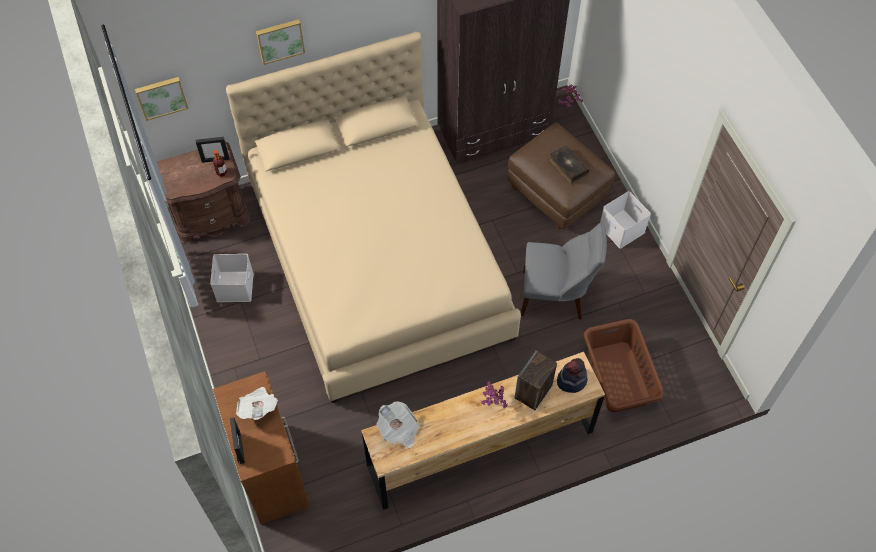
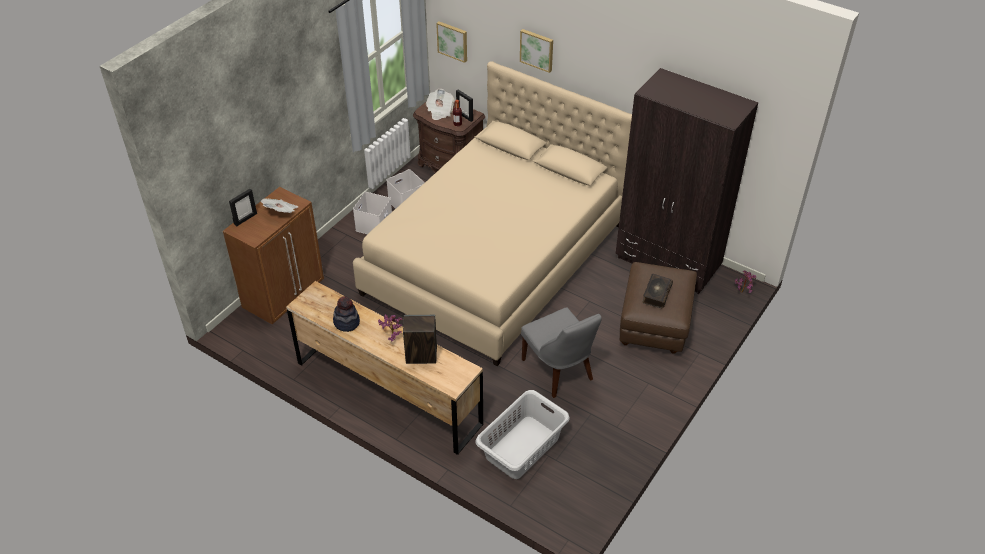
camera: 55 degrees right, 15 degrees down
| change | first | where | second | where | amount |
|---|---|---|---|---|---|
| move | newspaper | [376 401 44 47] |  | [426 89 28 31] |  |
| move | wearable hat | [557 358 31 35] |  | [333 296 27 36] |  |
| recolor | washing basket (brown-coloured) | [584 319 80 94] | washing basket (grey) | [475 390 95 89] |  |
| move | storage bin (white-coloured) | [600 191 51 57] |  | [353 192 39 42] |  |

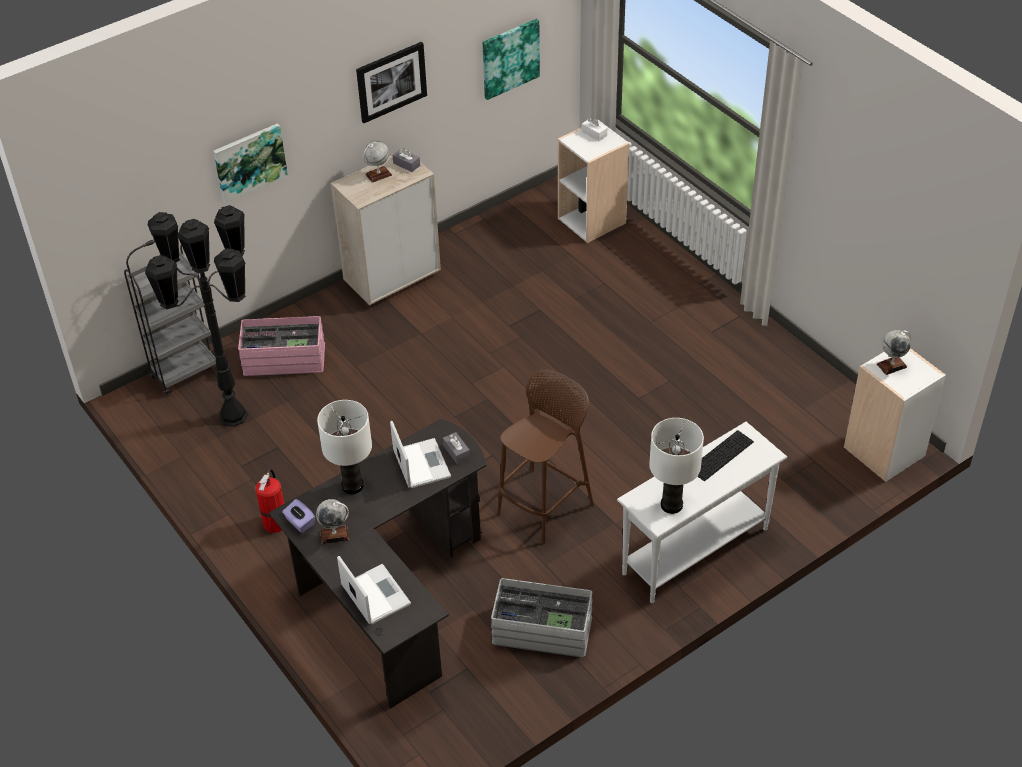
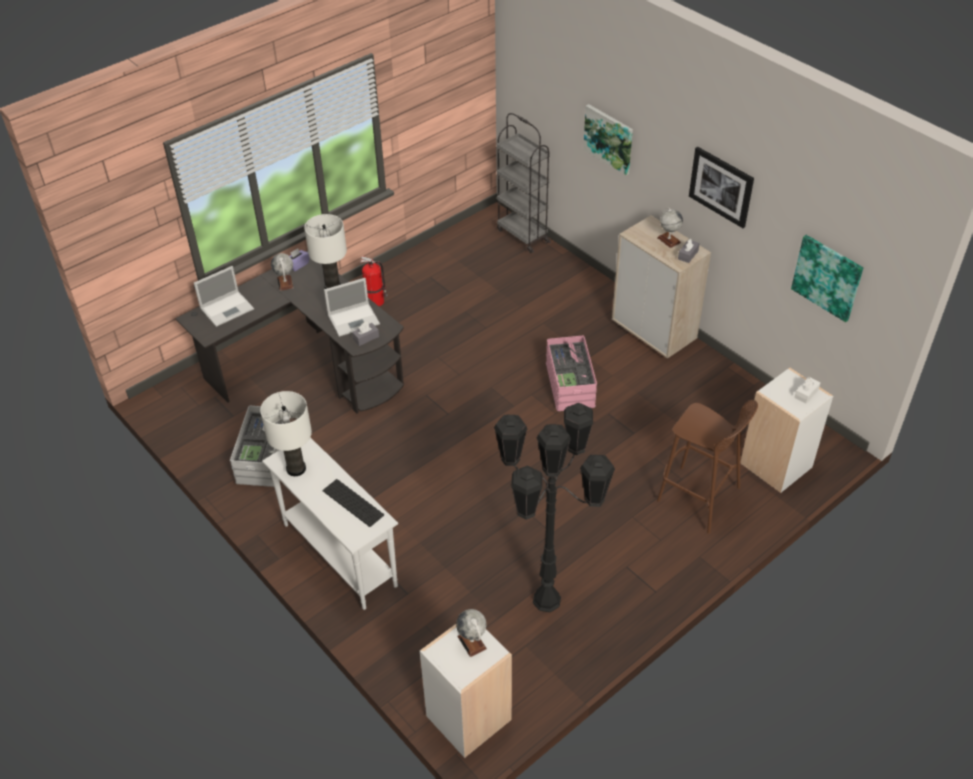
camera: 85 degrees right, 0 degrees up
| change | first | where | second | where | amount |
|---|---|---|---|---|---|
| move | standing lamp (black-coloured) | [145 205 103 222] |  | [494 403 121 209] |  |
| move | storage bin (pinkish) | [238 316 87 60] |  | [546 336 51 75] |  |
| move | stool seat (brown-coloured) | [497 370 97 174] |  | [657 400 101 134] |  |

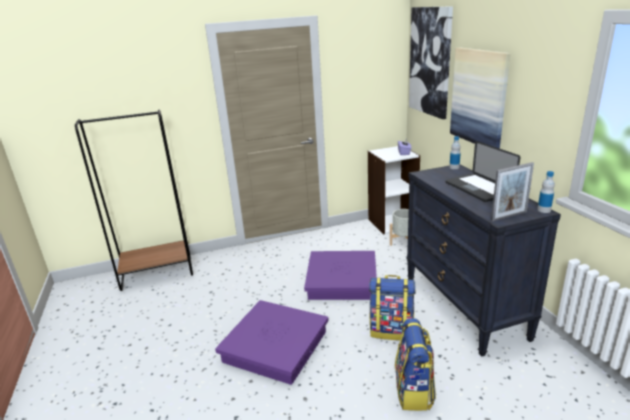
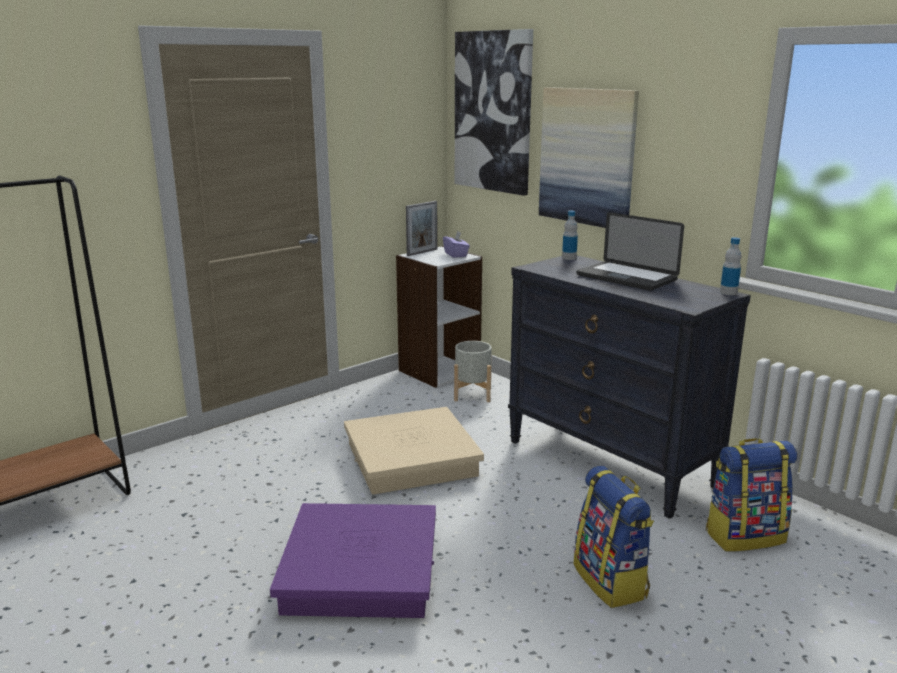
camera: 25 degrees left, 5 degrees down
| change | first | where | second | where | amount |
|---|---|---|---|---|---|
| recolor | storage bin (purple) | [304 251 73 49] | storage bin (beige-coloured) | [344 407 140 88] |  |
| move | backpack | [369 275 47 66] |  | [706 438 91 114] |  |
| move | picture frame | [491 162 43 60] |  | [406 201 32 55] |  |

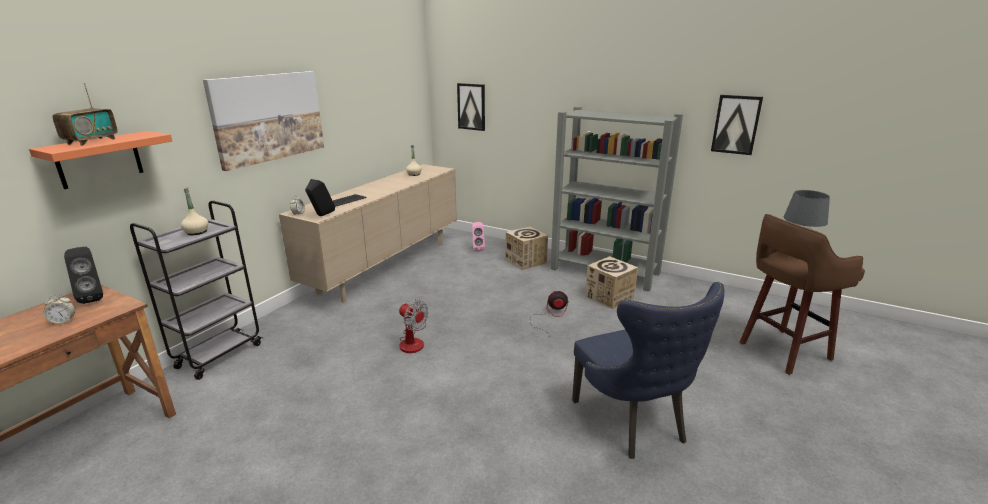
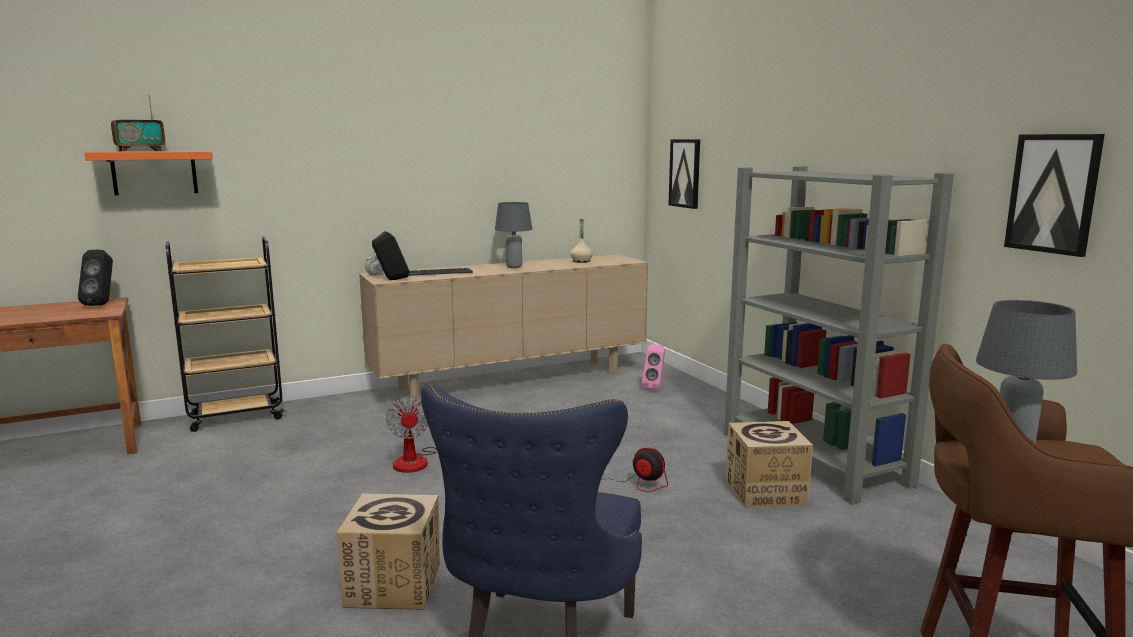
camera: 35 degrees right, 10 degrees down
| change | first | where | second | where | amount |
|---|---|---|---|---|---|
| delete | alarm clock | [44 294 31 31] |  |  |  |
| recolor | trolley (grey) | [130 201 134 179] | trolley (brown-coloured) | [166 236 119 196] |  |
| delete | drink bottle (beige-coloured) | [181 187 27 48] |  |  |  |
| delete | wall picture | [203 71 121 100] |  |  |  |
| move | carton | [505 226 43 44] |  | [337 494 103 116] |  |
| insert |  |  | tabletop lamp (grey) | [495 202 37 66] |  |

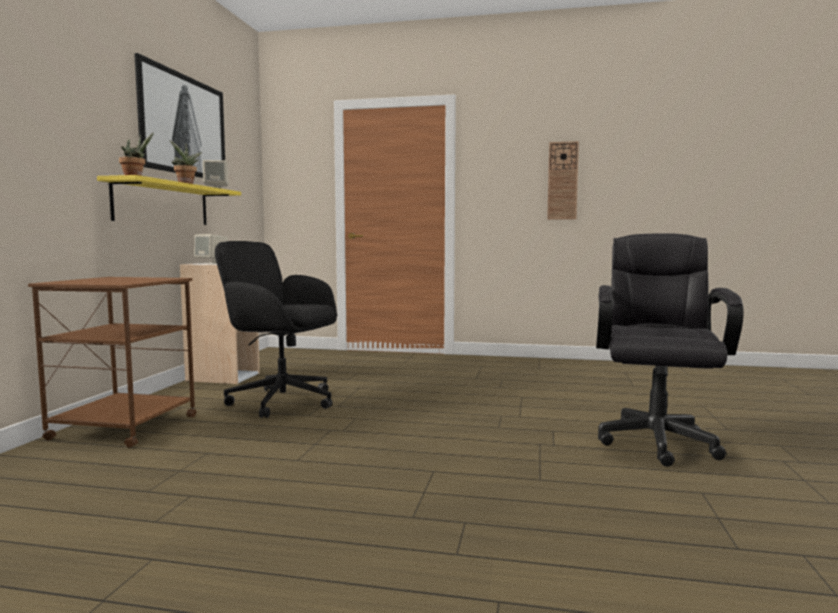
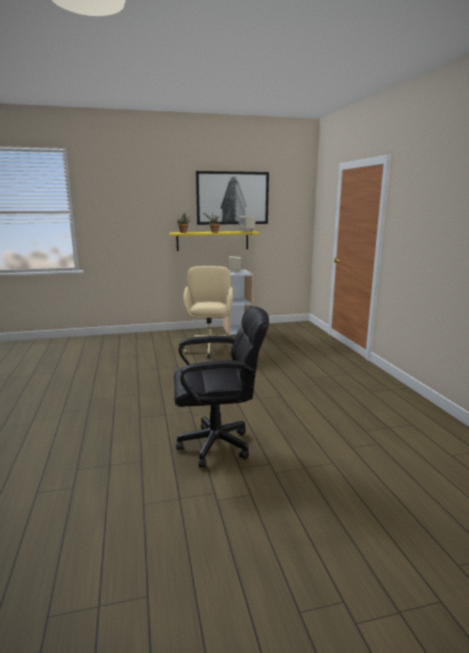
camera: 65 degrees right, 10 degrees up
| change | first | where | second | where | amount |
|---|---|---|---|---|---|
| delete | trolley (brown-coloured) | [28 277 169 171] |  |  |  |
| recolor | desk chair (black-coloured) | [215 241 122 177] | desk chair (beige-coloured) | [182 266 51 93] |  |
| delete | clock on the wall | [547 141 32 79] |  |  |  |

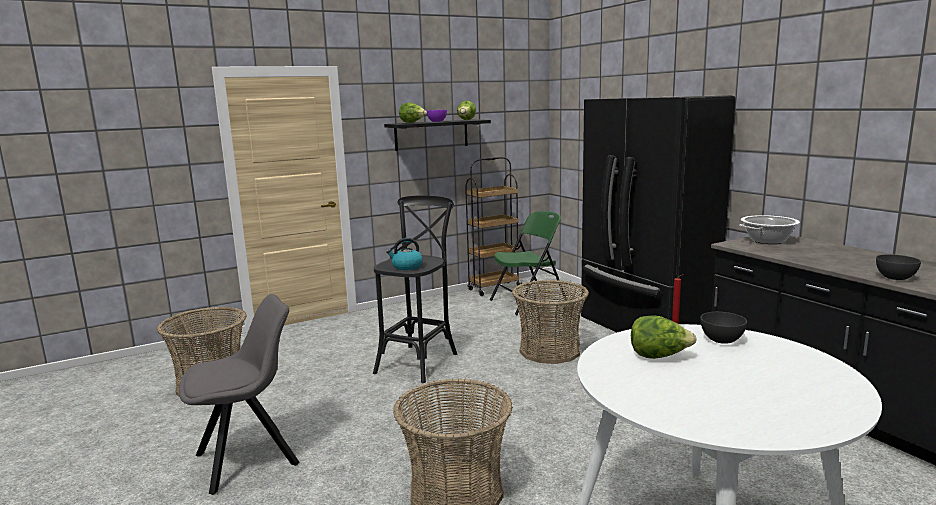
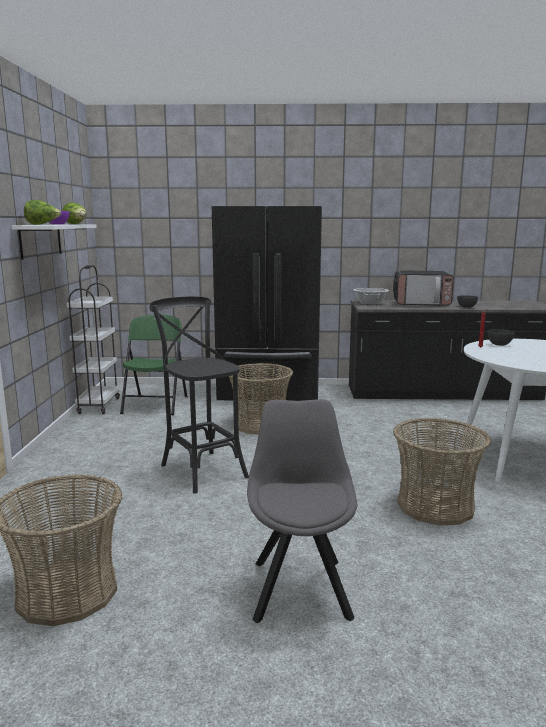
camera: 60 degrees left, 0 degrees up
| change | first | where | second | where | amount |
|---|---|---|---|---|---|
| recolor | bracket shelf (black-coloured) | [384 119 107 32] | bracket shelf (white-coloured) | [12 224 85 36] |  |
| delete | water kettle | [386 238 37 32] |  |  |  |
| recolor | trolley (brown-coloured) | [465 157 57 139] | trolley (white-coloured) | [67 265 53 149] |  |
| delete | head of lettuce | [631 315 66 44] |  |  |  |
| insert |  |  | microwave oven | [393 271 61 35] |  |

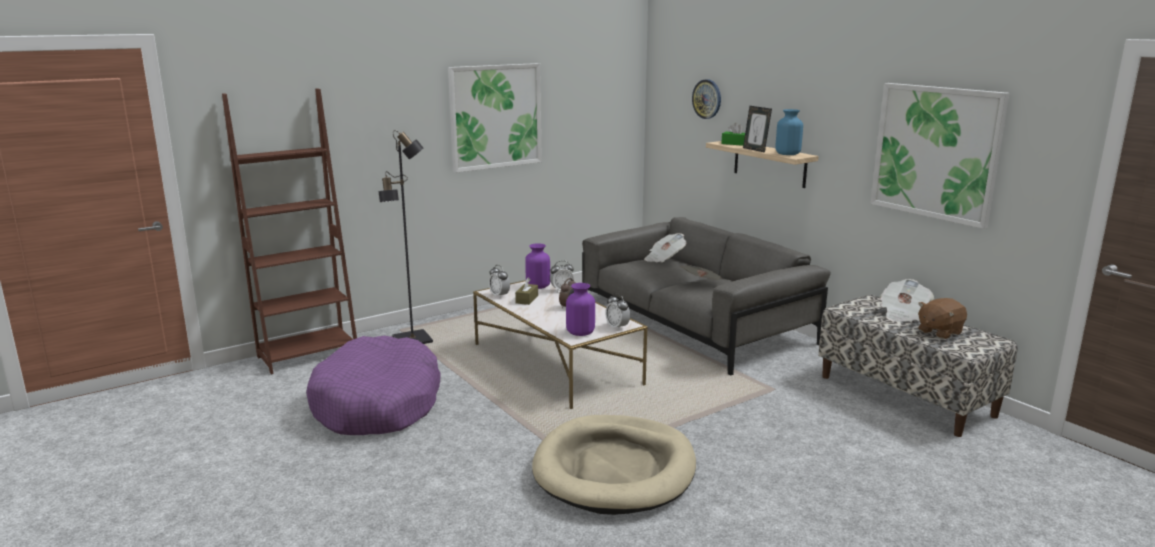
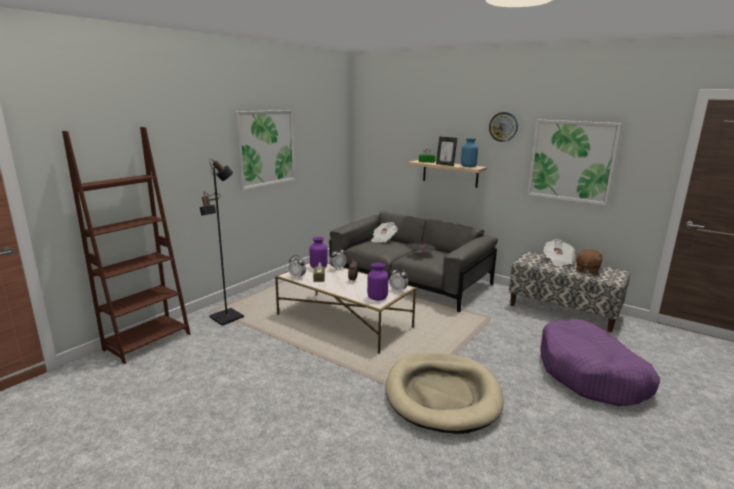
camera: 20 degrees left, 0 degrees up
| change | first | where | second | where | amount |
|---|---|---|---|---|---|
| move | dog bed (purple) | [306 336 135 99] |  | [540 319 120 87] |  |
| move | clock on the wall | [692 79 29 40] |  | [489 112 29 30] |  |

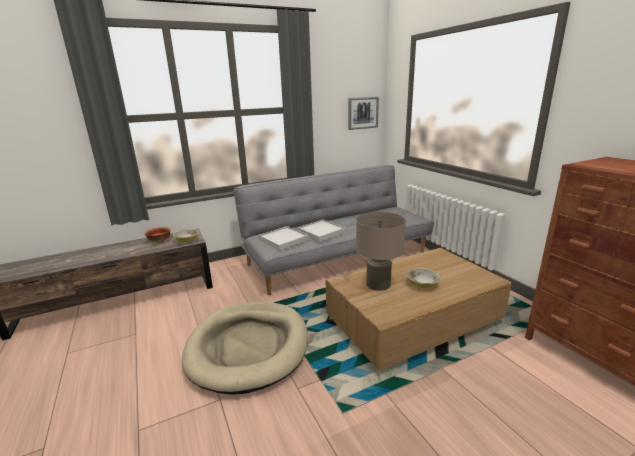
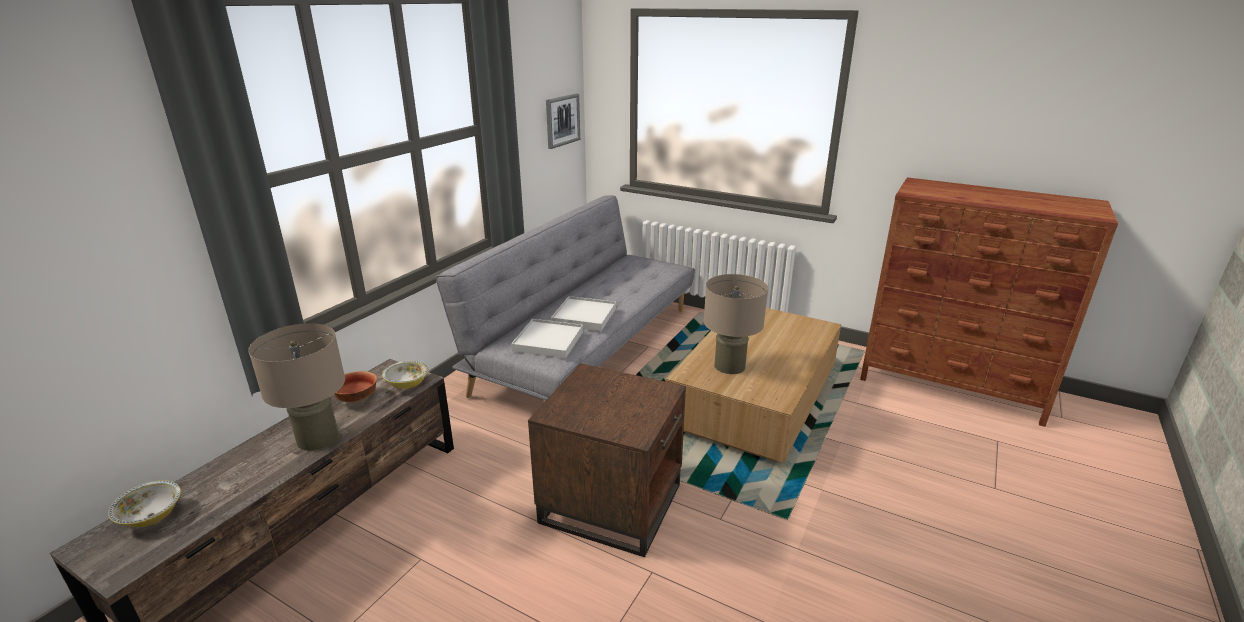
camera: 35 degrees left, 5 degrees up
| change | first | where | second | where | amount |
|---|---|---|---|---|---|
| replace | dog bed (beige-coloured) | [182 302 126 93] | end table (brown-coloured) | [528 363 158 194] |  |
| move | bowl | [407 268 33 20] |  | [108 480 73 48] |  |
| insert |  |  | tabletop lamp (beige-coloured) | [248 323 97 128] |  |

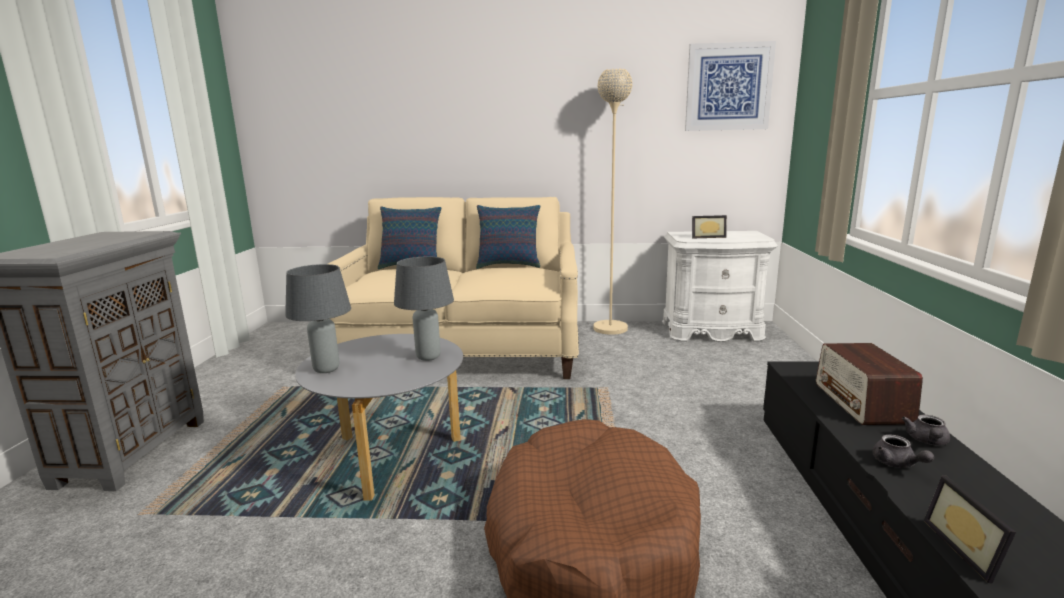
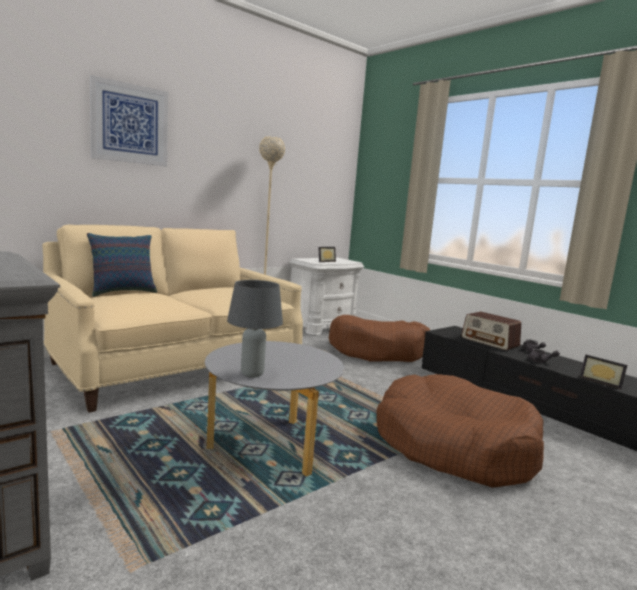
camera: 45 degrees left, 5 degrees down
| change | first | where | second | where | amount |
|---|---|---|---|---|---|
| delete | tabletop lamp (grey) | [394 257 60 104] |  |  |  |
| delete | cushion (blue) | [476 205 64 64] |  |  |  |
| move | wall picture | [685 41 91 90] |  | [90 75 78 91] |  |
| insert |  |  | dog bed (brown-coloured) | [329 315 101 47] |  |

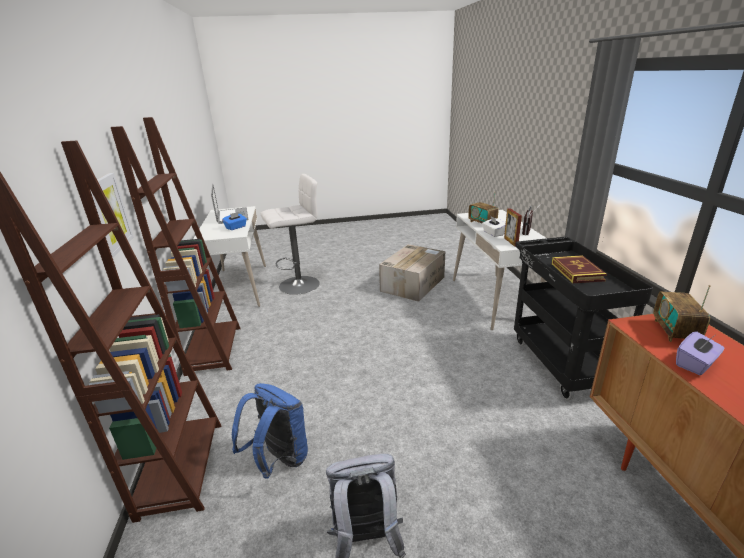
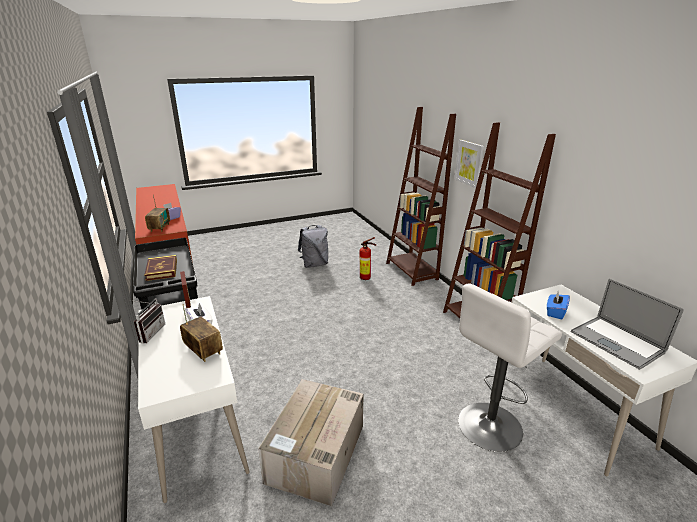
camera: 165 degrees right, 0 degrees up
| change | first | where | second | where | amount |
|---|---|---|---|---|---|
| replace | backpack (blue) | [232 383 76 96] | extinguisher | [360 237 16 43] |  |

